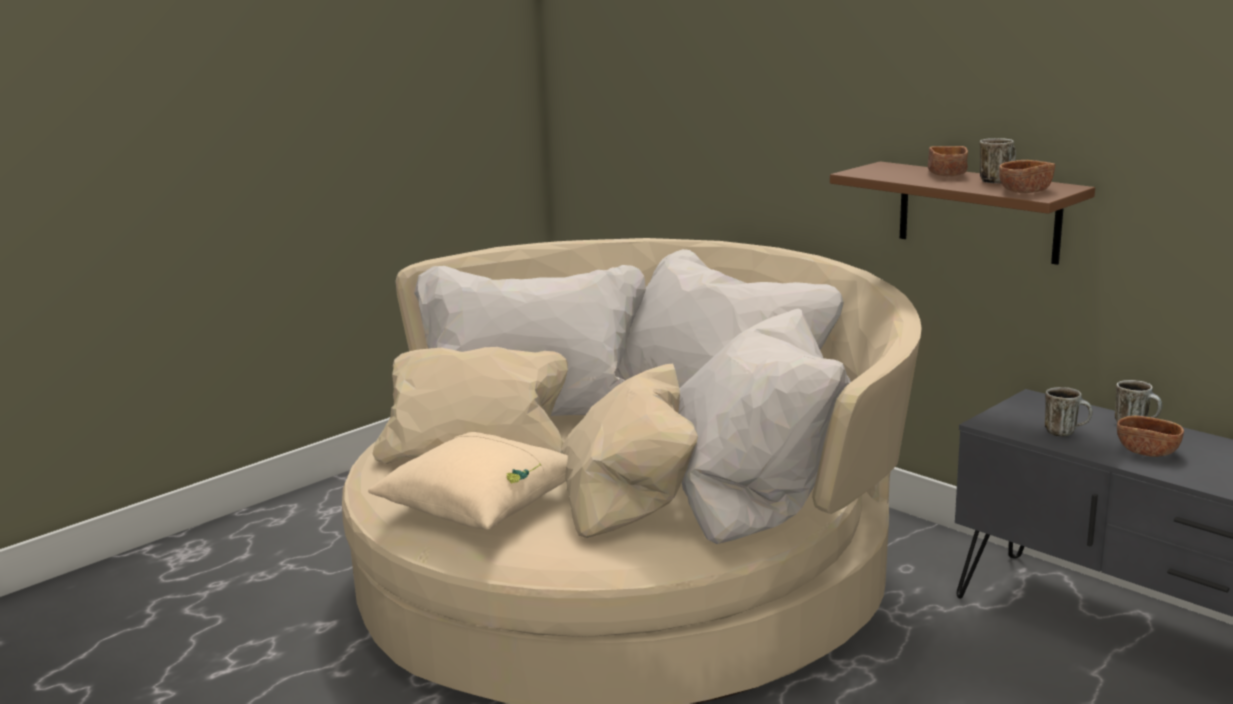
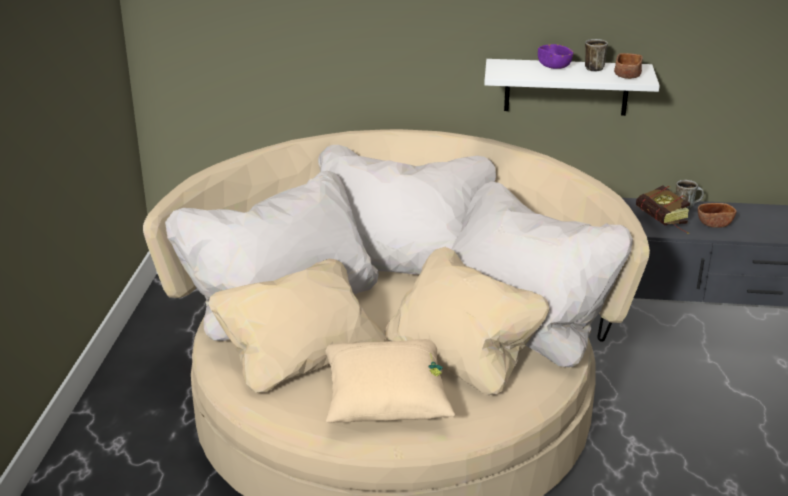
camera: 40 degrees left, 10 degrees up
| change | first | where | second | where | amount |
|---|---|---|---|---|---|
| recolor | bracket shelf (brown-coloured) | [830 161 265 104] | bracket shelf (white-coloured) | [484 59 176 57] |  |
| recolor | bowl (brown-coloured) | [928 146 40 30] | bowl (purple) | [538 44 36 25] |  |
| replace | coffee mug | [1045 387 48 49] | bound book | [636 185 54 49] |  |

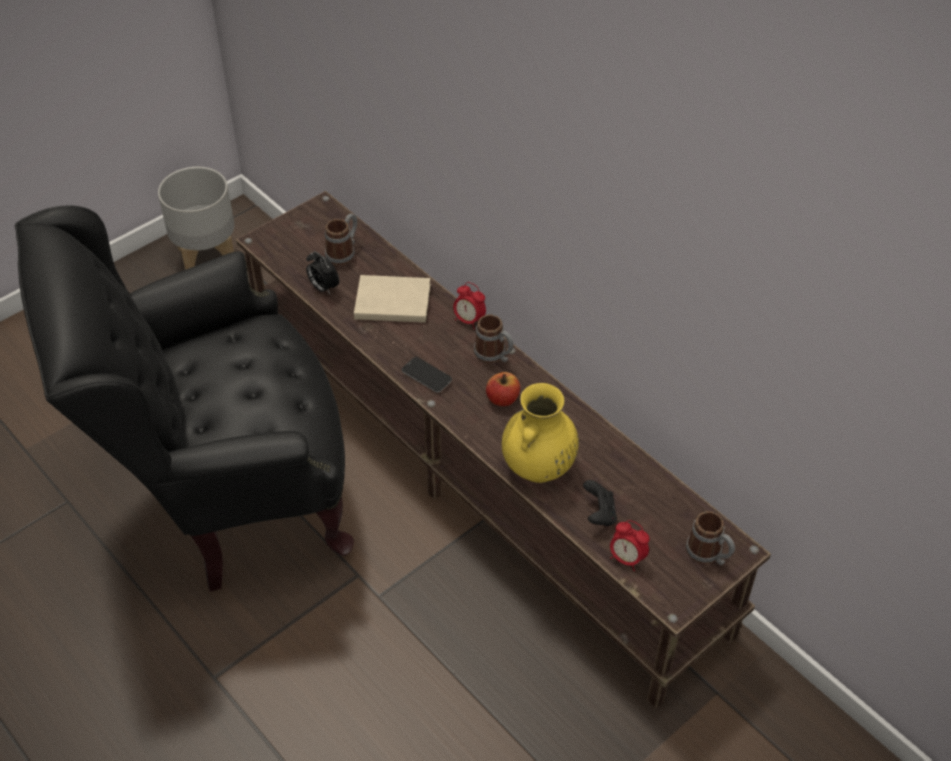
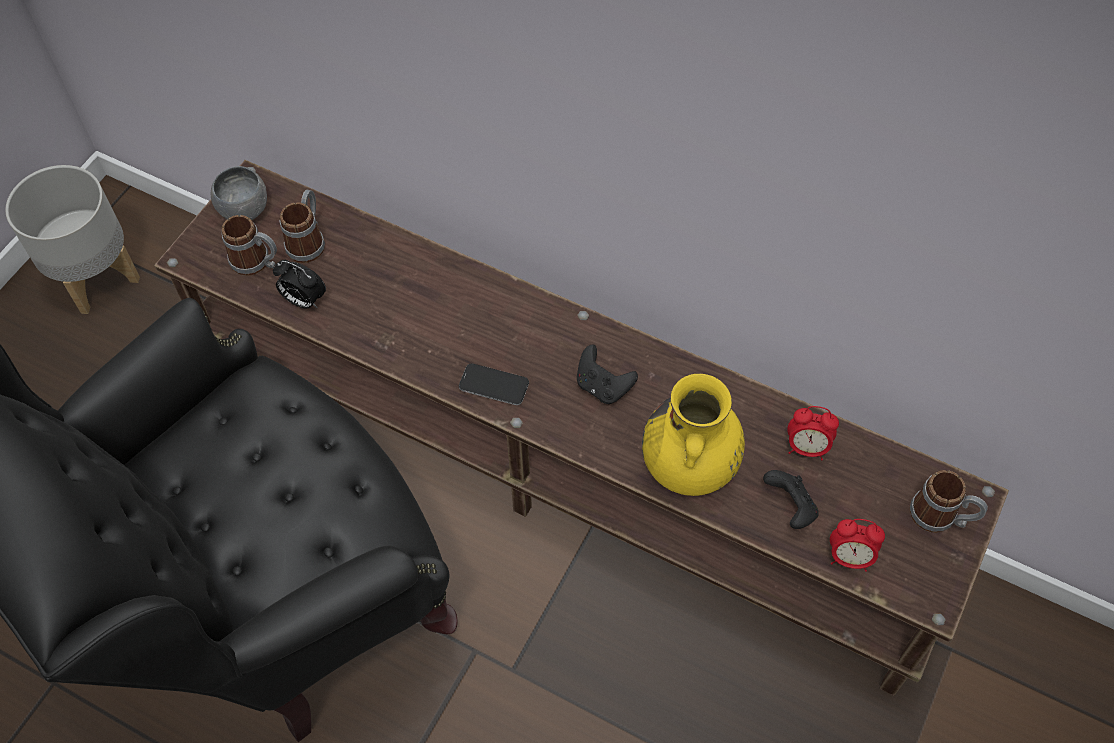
camera: 20 degrees left, 10 degrees up
| change | first | where | second | where | amount |
|---|---|---|---|---|---|
| delete | bound book (beige-coloured) | [354 275 77 48] |  |  |  |
| move | alarm clock | [453 282 33 48] |  | [787 406 52 54] |  |
| move | coffee mug | [474 314 40 49] |  | [222 215 55 61] |  |
| replace | whole apple | [486 372 34 34] | joypad (black-coloured) | [577 345 61 59] |  |
| insert |  |  | bowl (grey) | [211 166 56 54] |  |

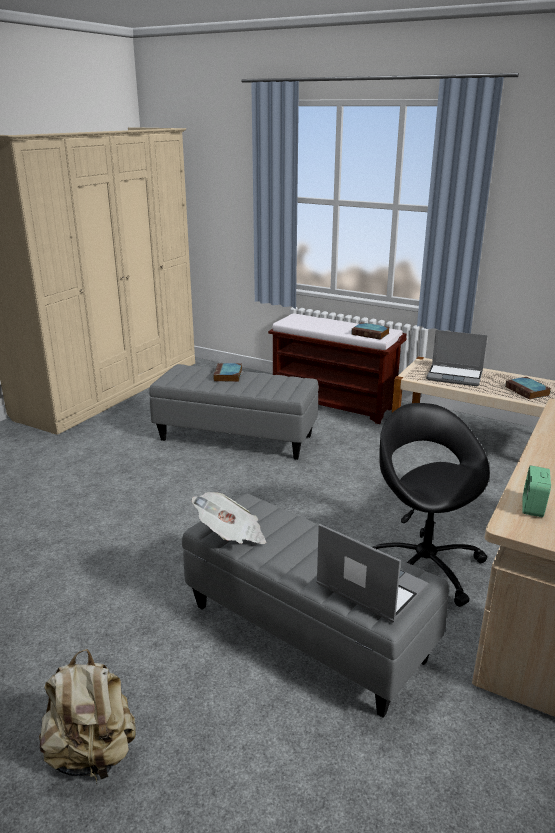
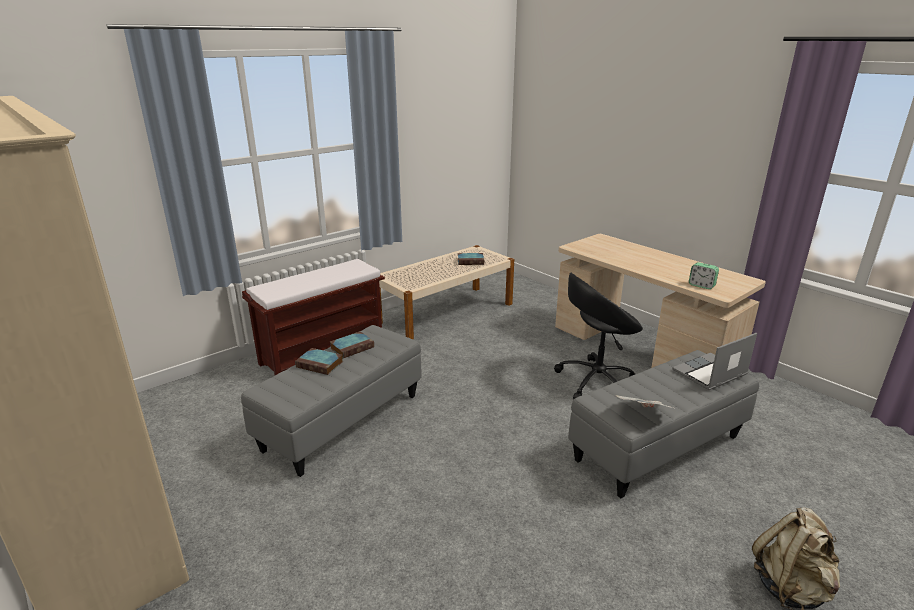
camera: 70 degrees left, 0 degrees up
| change | first | where | second | where | amount |
|---|---|---|---|---|---|
| move | bound book | [352 322 37 18] |  | [330 331 44 27] |  |
| delete | laptop | [426 330 62 56] |  |  |  |

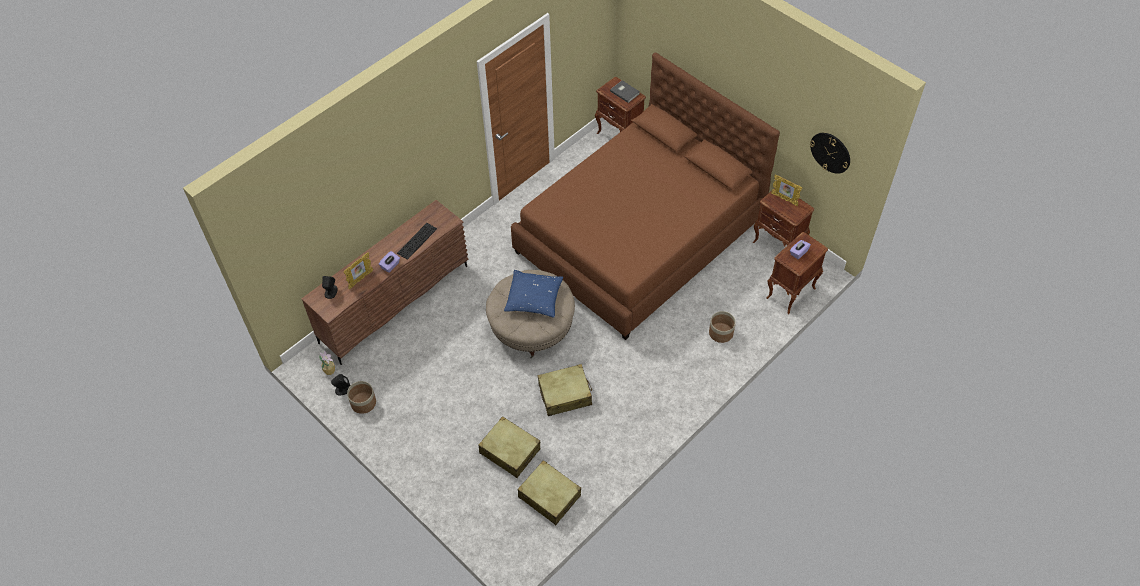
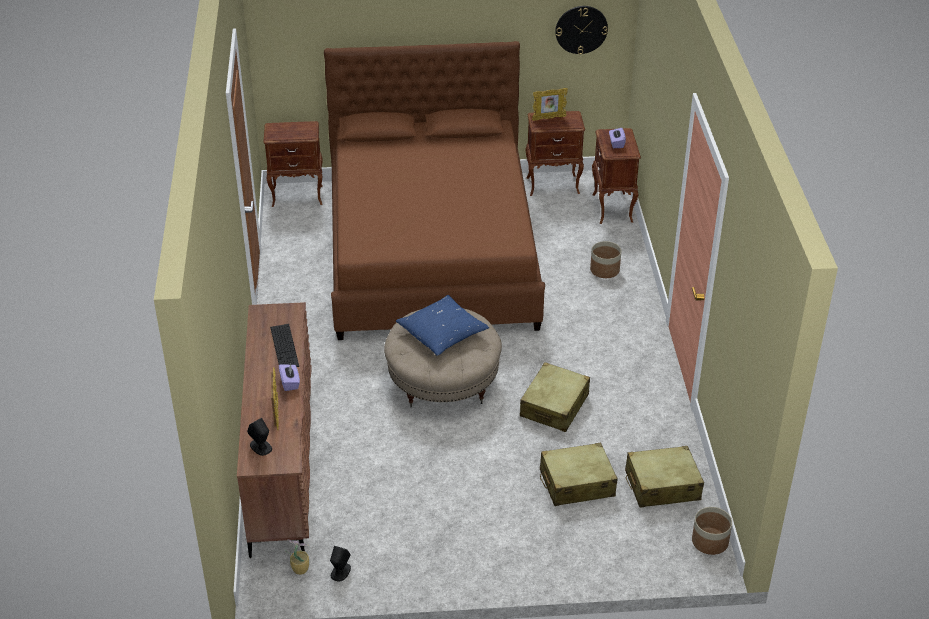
camera: 50 degrees left, 15 degrees down
| change | first | where | second | where | amount |
|---|---|---|---|---|---|
| move | planter | [347 381 29 33] |  | [692 507 40 48] |  |
| delete | bound book (grey) | [610 80 30 23] |  |  |  |

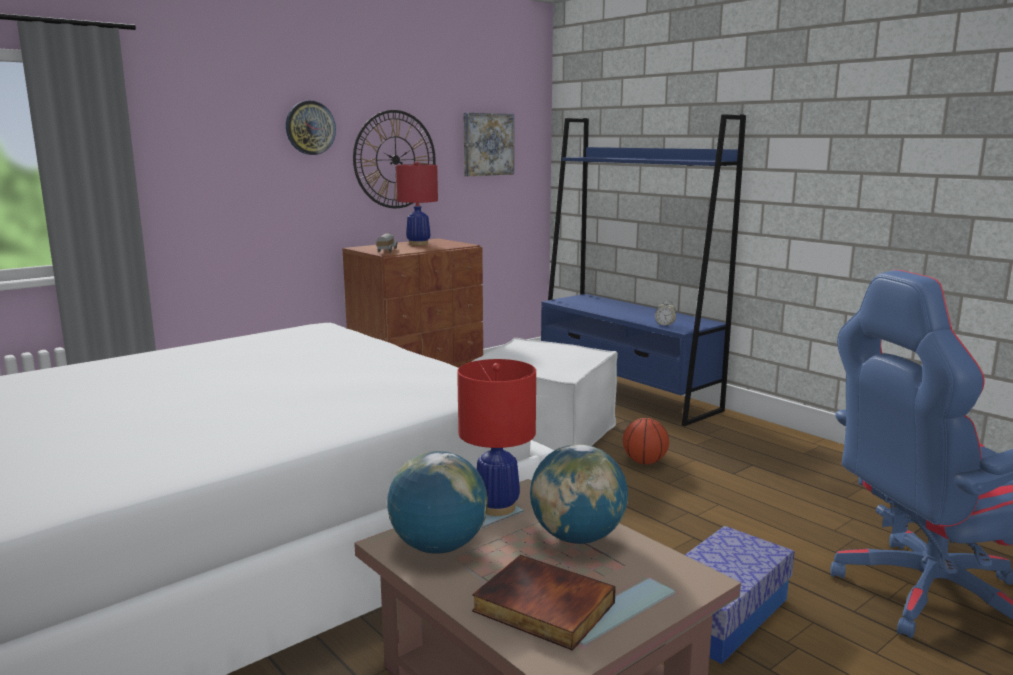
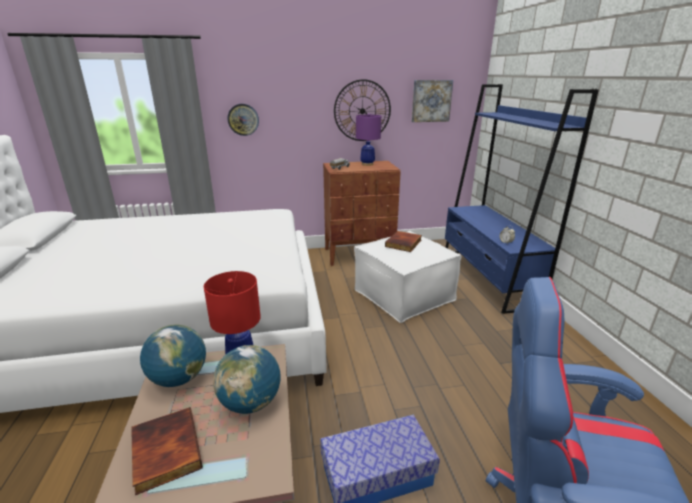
camera: 30 degrees right, 10 degrees up
| change | first | where | second | where | amount |
|---|---|---|---|---|---|
| move | clock on the wall | [286 101 50 54] |  | [227 104 32 32] |  |
| recolor | tabletop lamp (reddish) | [396 161 42 84] | tabletop lamp (purple) | [356 113 25 53] |  |
| delete | basketball | [623 418 46 46] |  |  |  |
| insert |  |  | bound book | [385 231 37 21] |  |

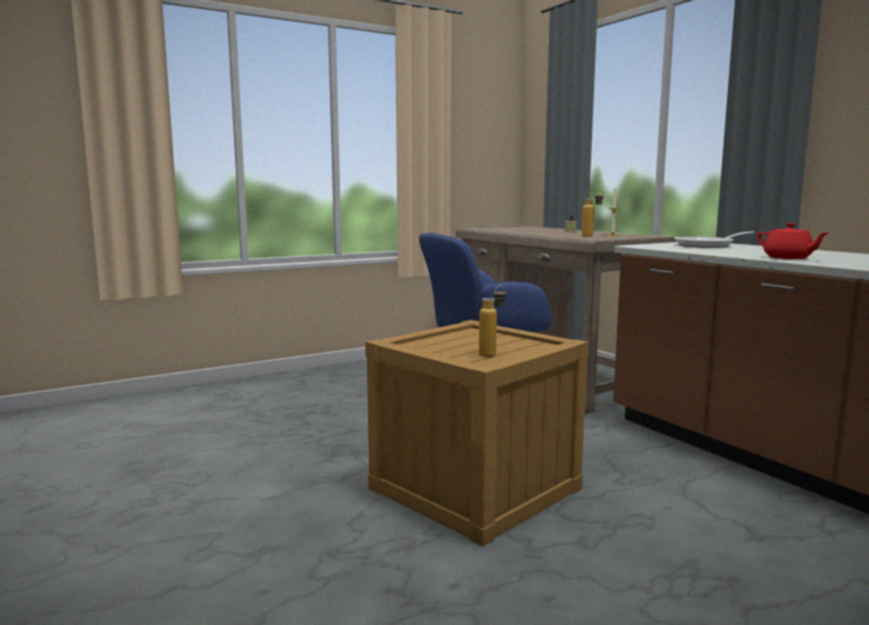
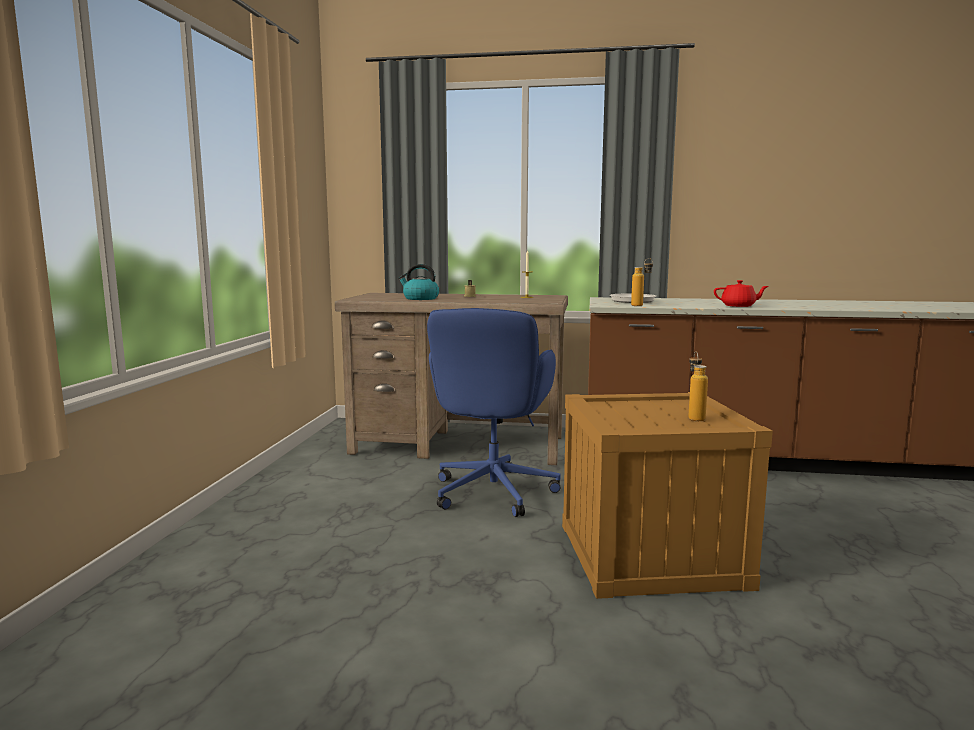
camera: 50 degrees left, 0 degrees up
| change | first | where | second | where | amount |
|---|---|---|---|---|---|
| move | drink bottle | [582 190 22 47] |  | [631 258 22 48] |  |
| insert |  |  | water kettle | [398 264 41 36] |  |

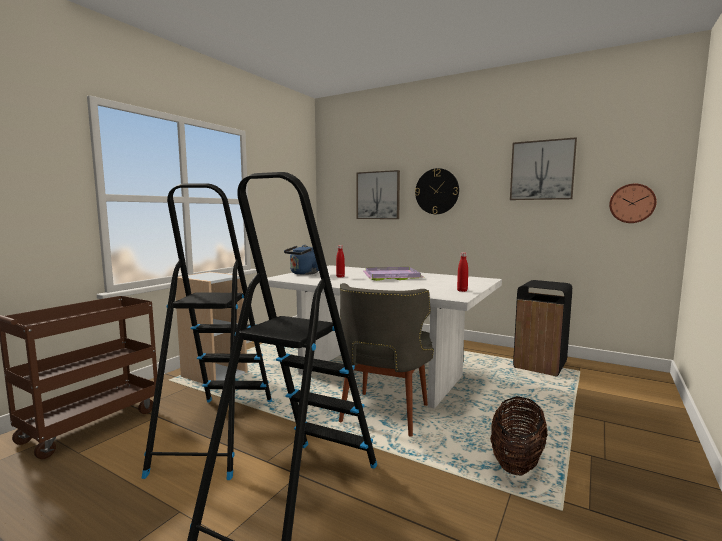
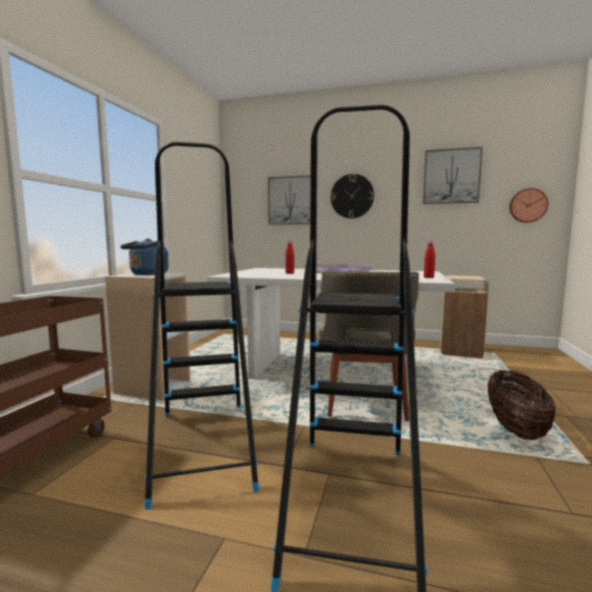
camera: 15 degrees left, 0 degrees up
| change | first | where | second | where | amount |
|---|---|---|---|---|---|
| move | water kettle (blue) | [284 245 35 30] |  | [121 239 48 36] |  |
| recolor | waste bin (black-coloured) | [513 280 59 97] | waste bin (beige-coloured) | [441 275 48 84] |  |

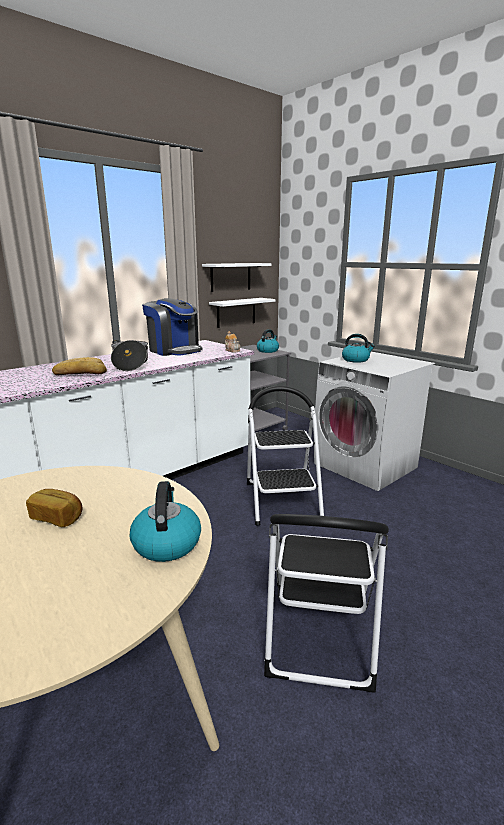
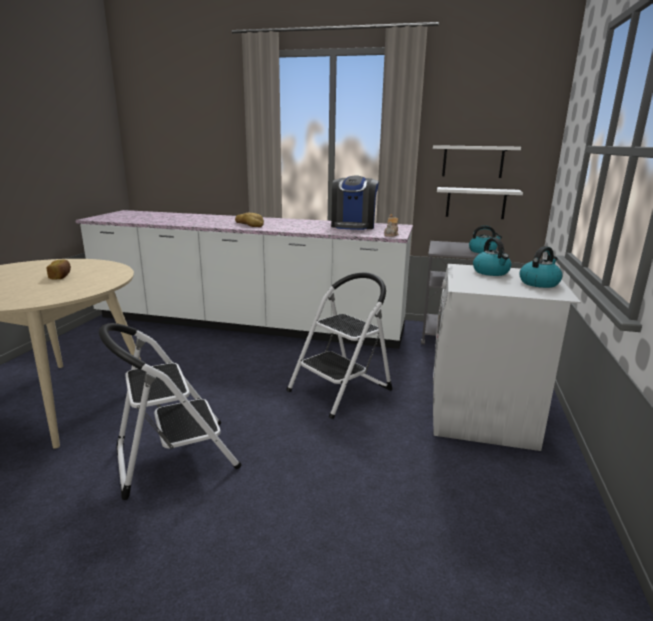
camera: 55 degrees right, 0 degrees up
| change | first | where | second | where | amount |
|---|---|---|---|---|---|
| delete | saucepot | [111 340 37 31] |  |  |  |
| move | water kettle | [130 481 71 81] |  | [519 246 43 42] |  |

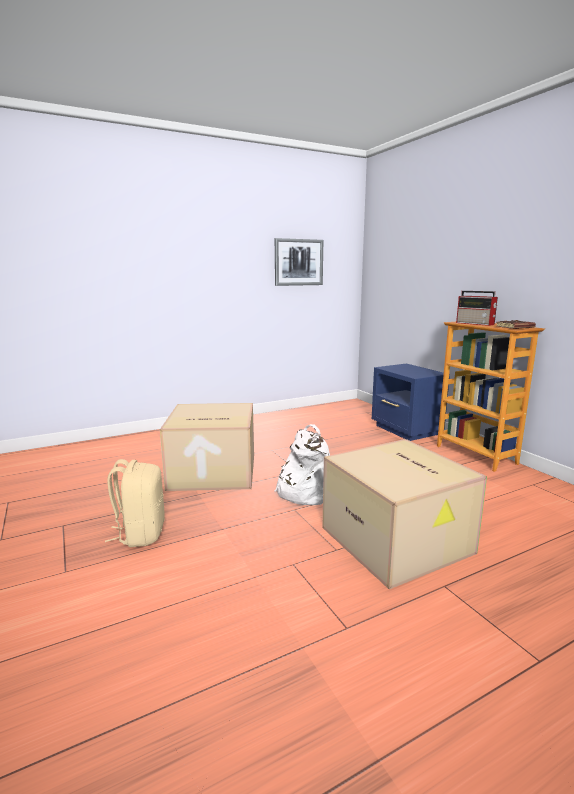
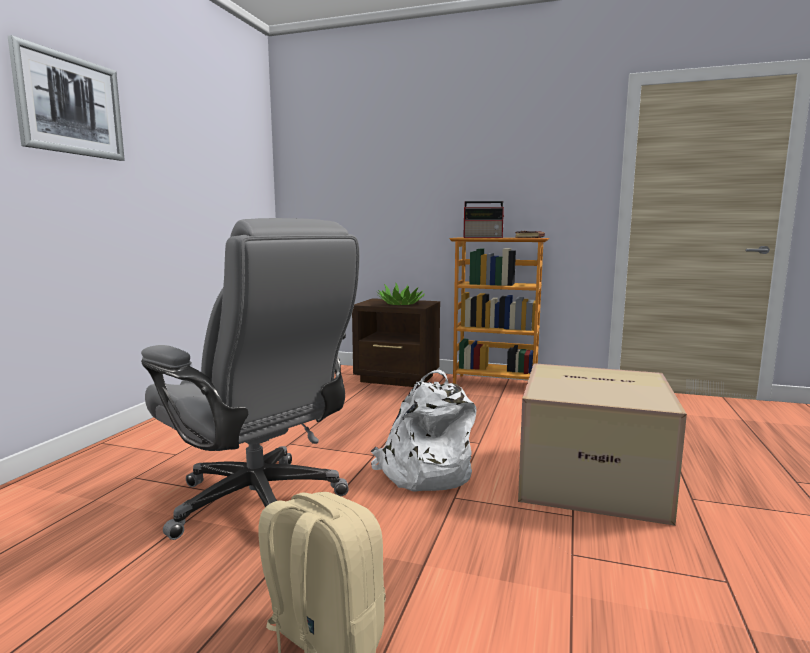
camera: 45 degrees left, 5 degrees down
| change | first | where | second | where | amount |
|---|---|---|---|---|---|
| replace | carton | [160 403 94 88] | desk chair (grey) | [141 218 218 322] |  |
| move | wall picture | [275 238 48 48] |  | [8 35 117 126] |  |
| recolor | nightstand (blue) | [372 363 78 78] | nightstand (brown-coloured) | [352 298 88 89] |  |
| insert |  |  | houseplant | [376 283 49 22] |  |

